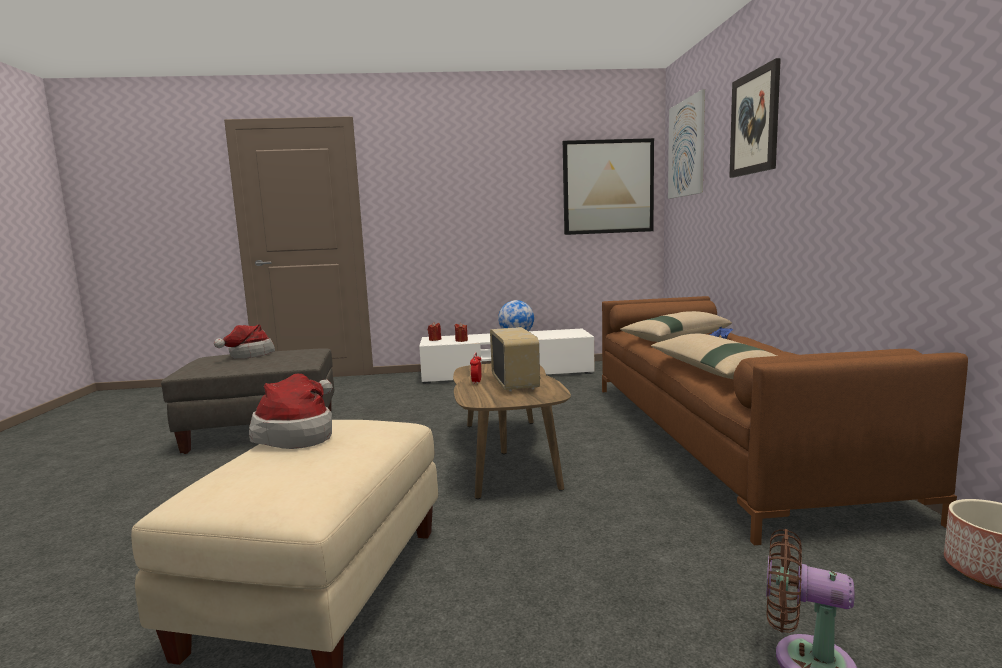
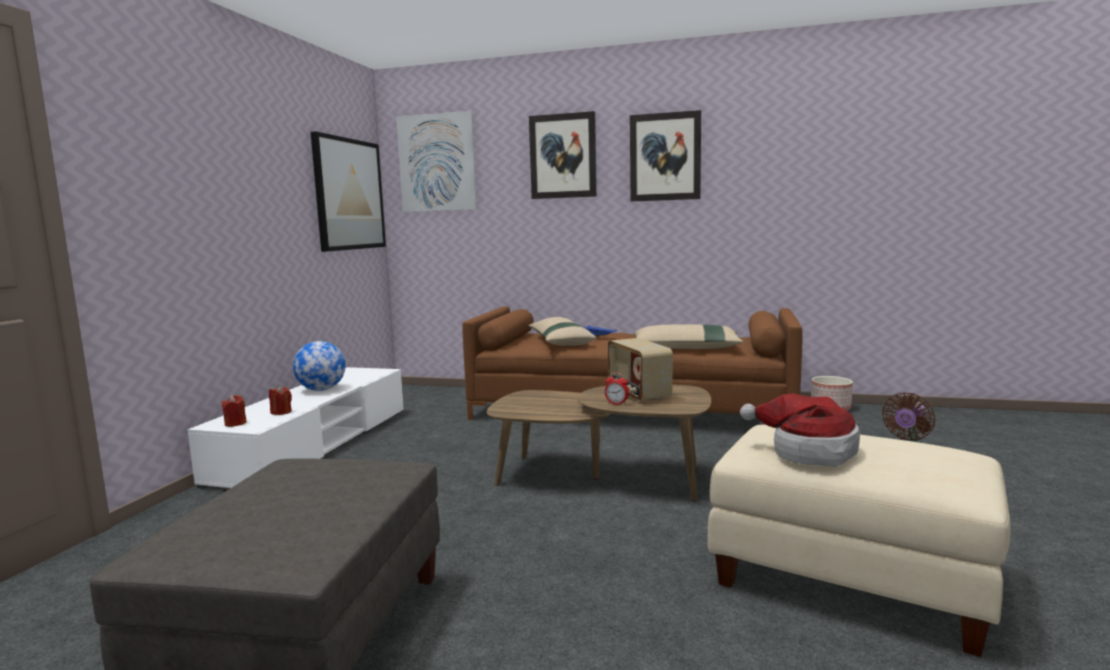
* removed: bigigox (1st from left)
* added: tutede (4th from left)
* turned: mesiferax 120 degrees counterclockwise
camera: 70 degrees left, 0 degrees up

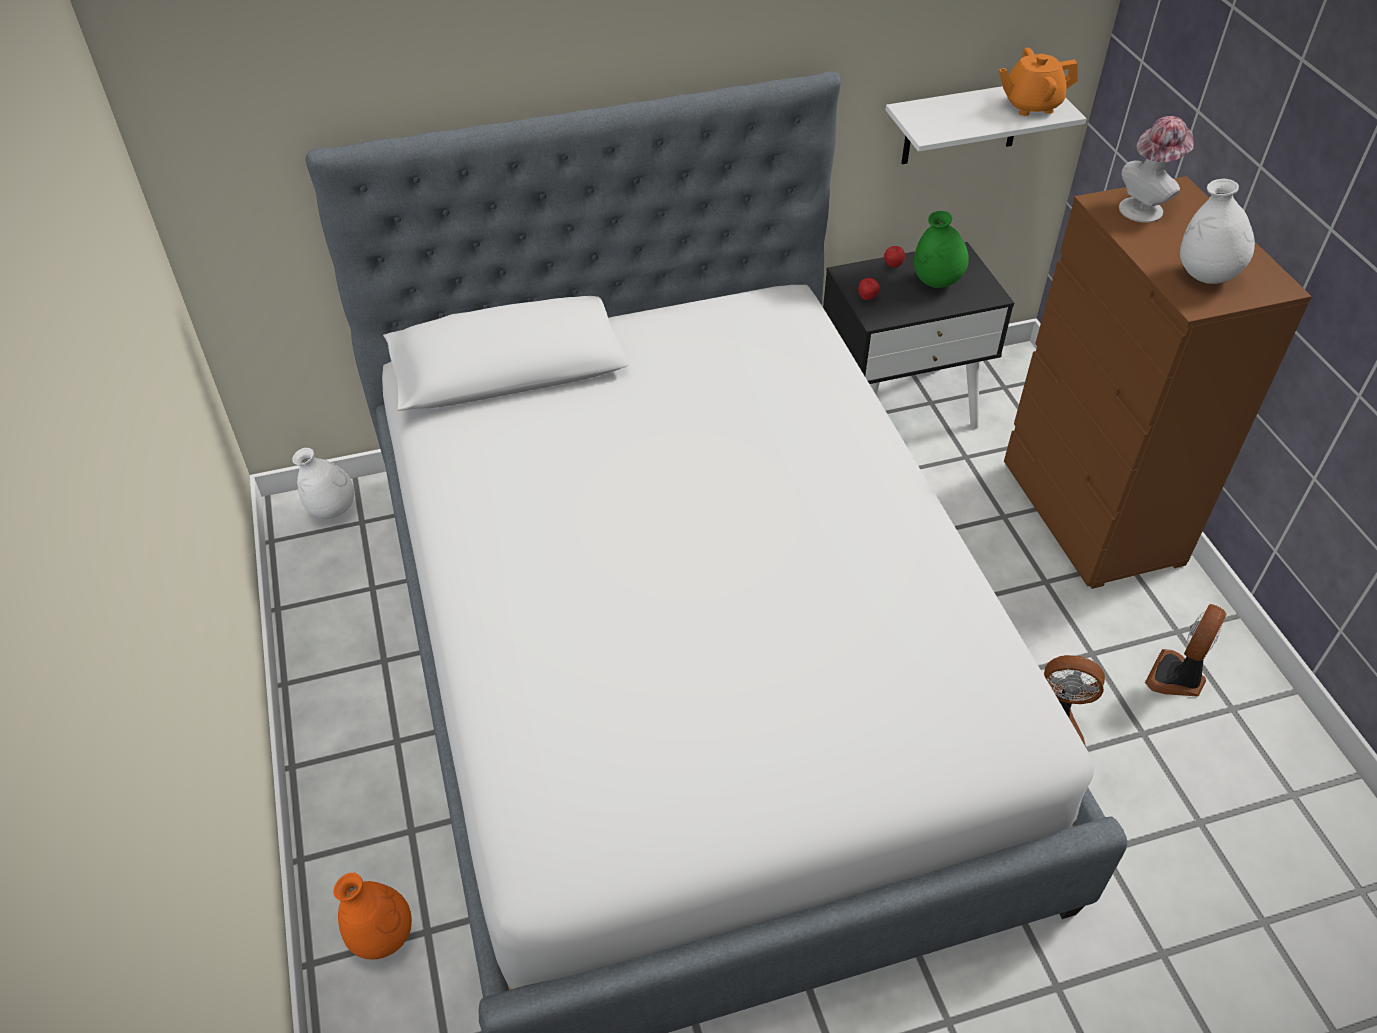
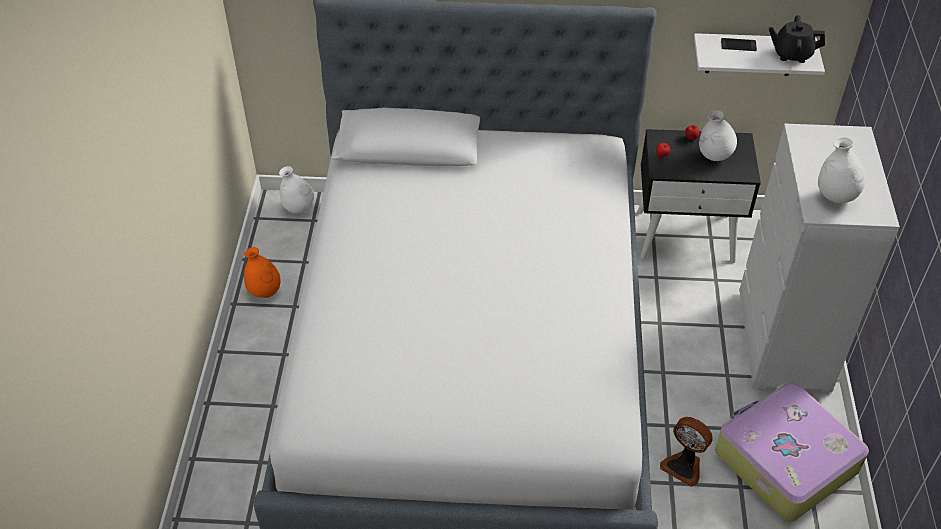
* removed: bigigox
* added: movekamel
* moved: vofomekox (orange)
* replaced: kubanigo (2nd from left) to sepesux
* recoloured: vofomekox (green) to vofomekox (white) (2nd from left)
* recoloured: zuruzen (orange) to zuruzen (black)
* recoloured: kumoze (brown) to kumoze (white)
camera: 20 degrees right, 0 degrees up

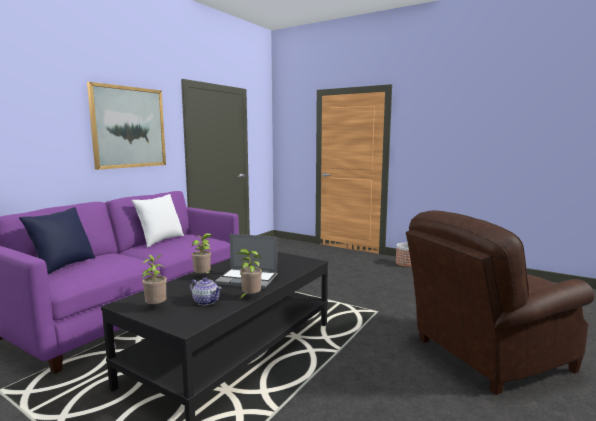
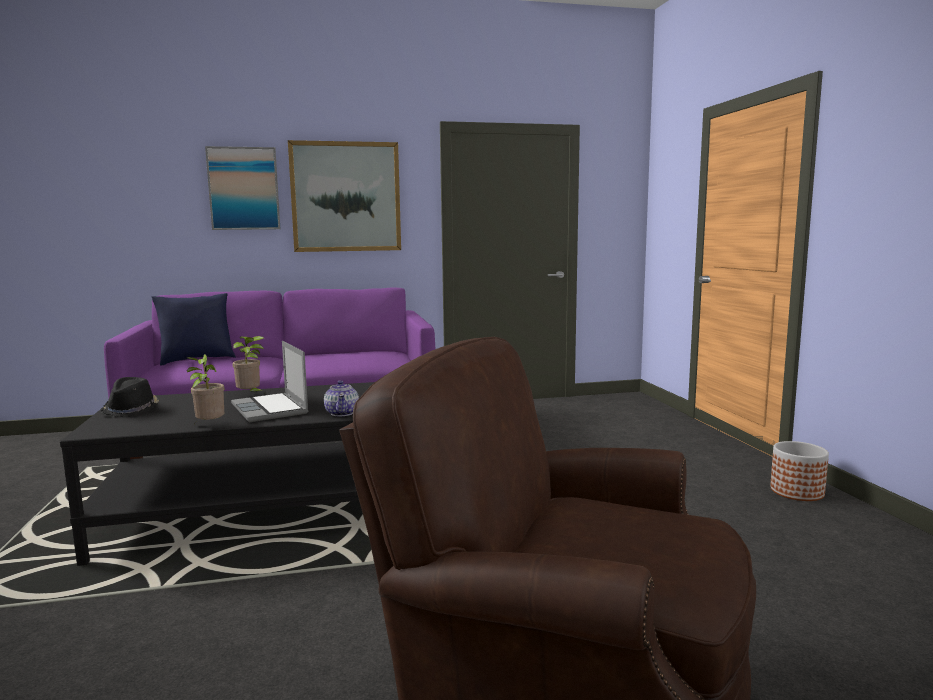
* removed: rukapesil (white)
* added: tutede (1st from left)
* moved: zuruzen
* replaced: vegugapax (1st from left) to bigigox (black)
camera: 45 degrees right, 0 degrees up

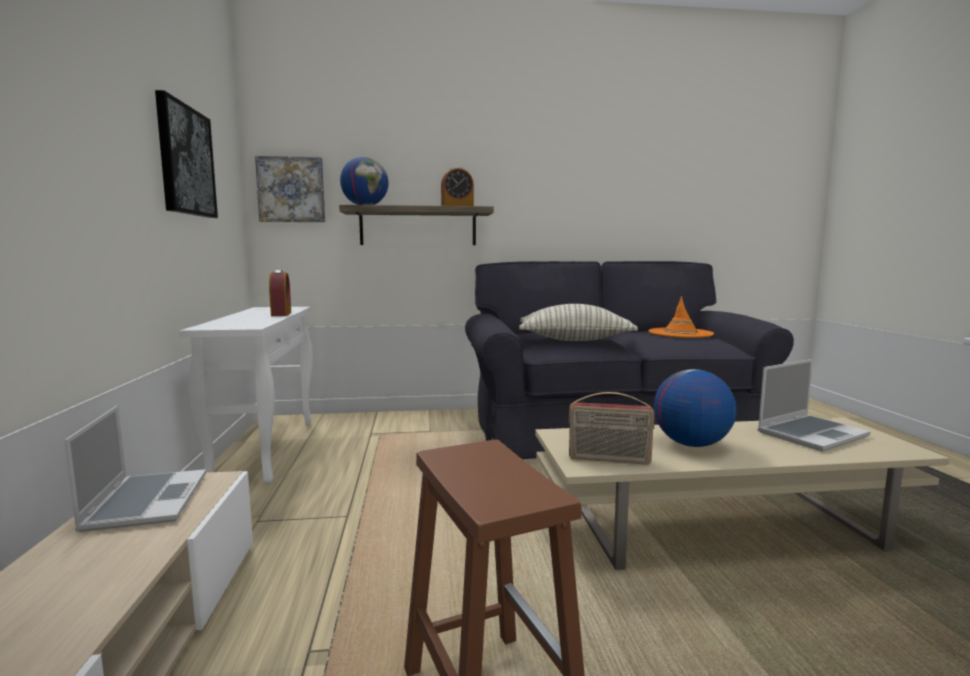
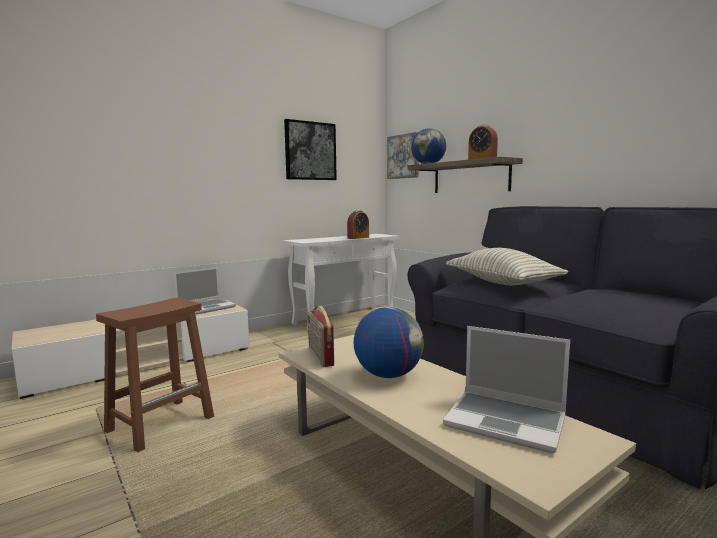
* removed: bigigox (orange)
camera: 60 degrees right, 0 degrees up

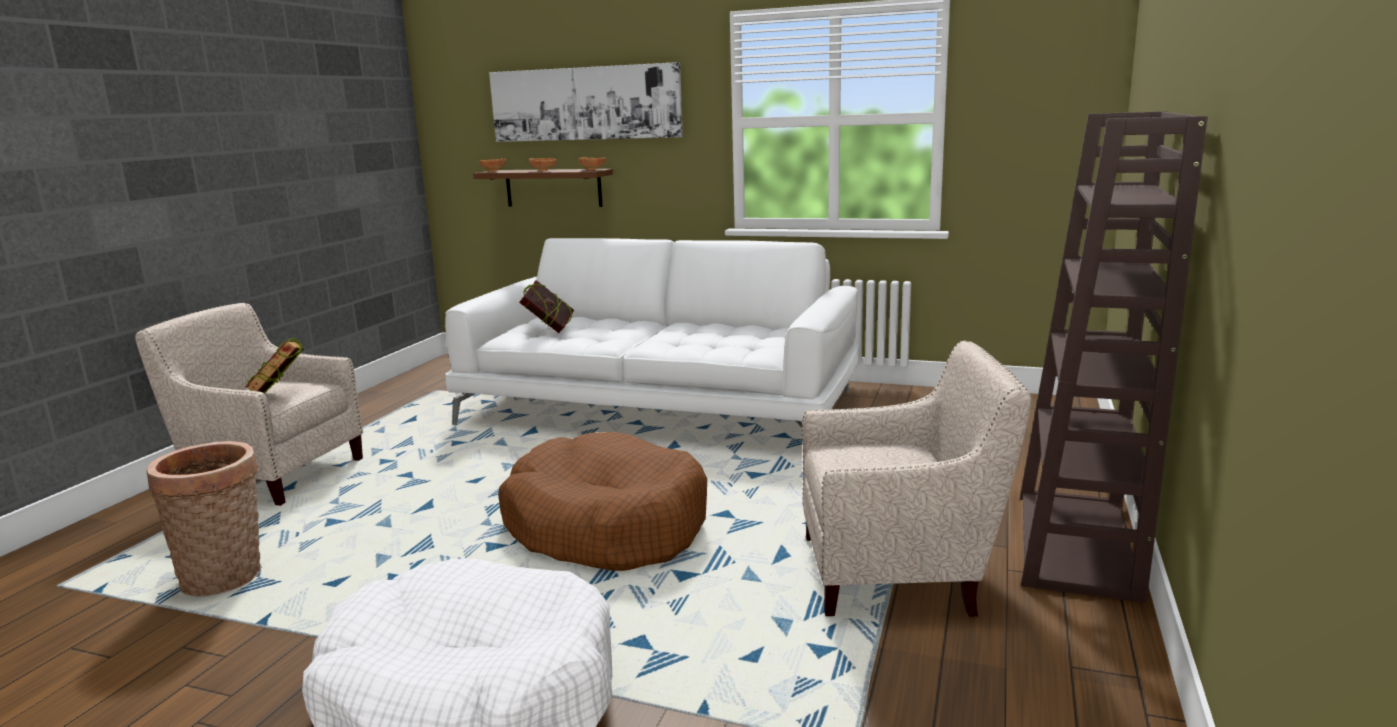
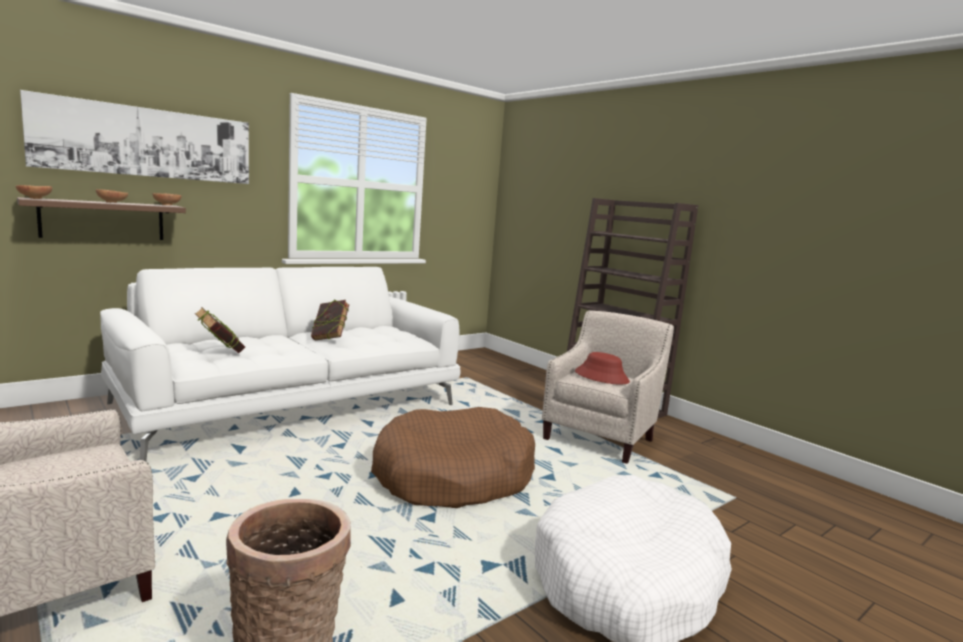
* added: bigigox (red)
* moved: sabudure (1st from left in the first image) to sabudure (2nd from left)
camera: 60 degrees left, 5 degrees down

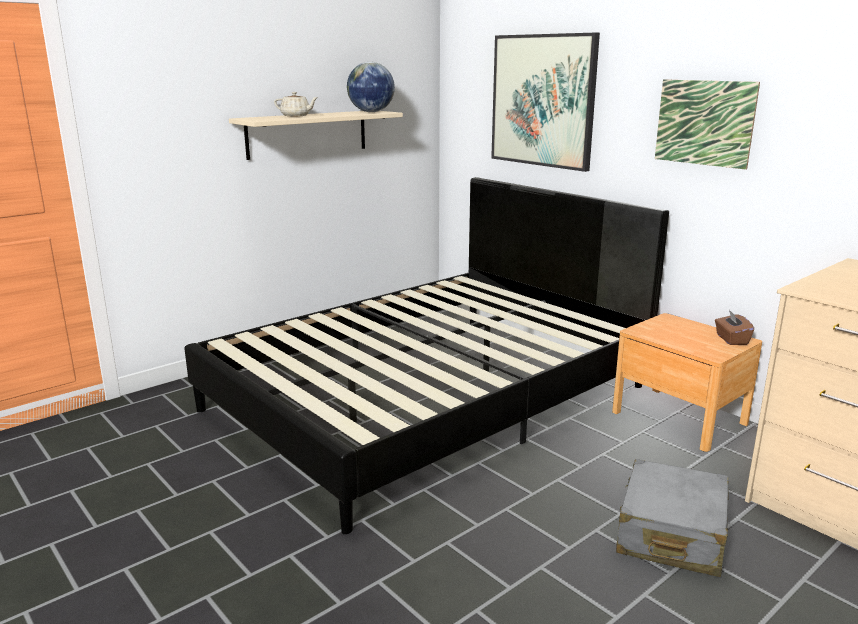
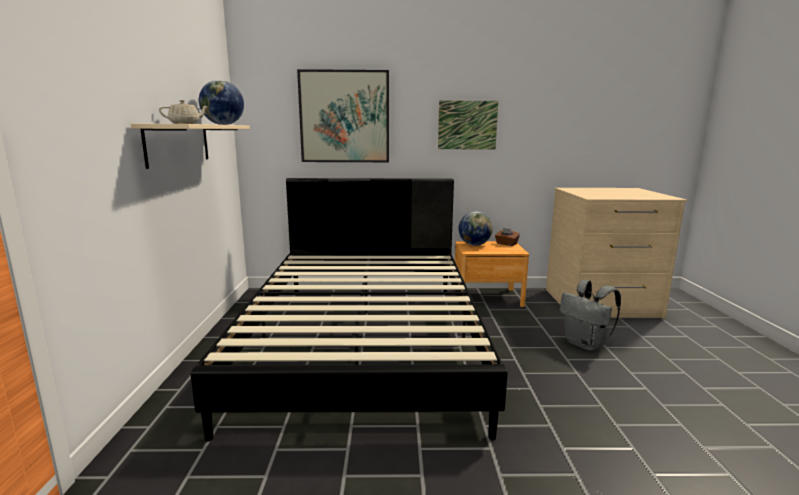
* added: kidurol (2nd from left)
* replaced: sepesux (grey) to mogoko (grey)
camera: 50 degrees left, 5 degrees down

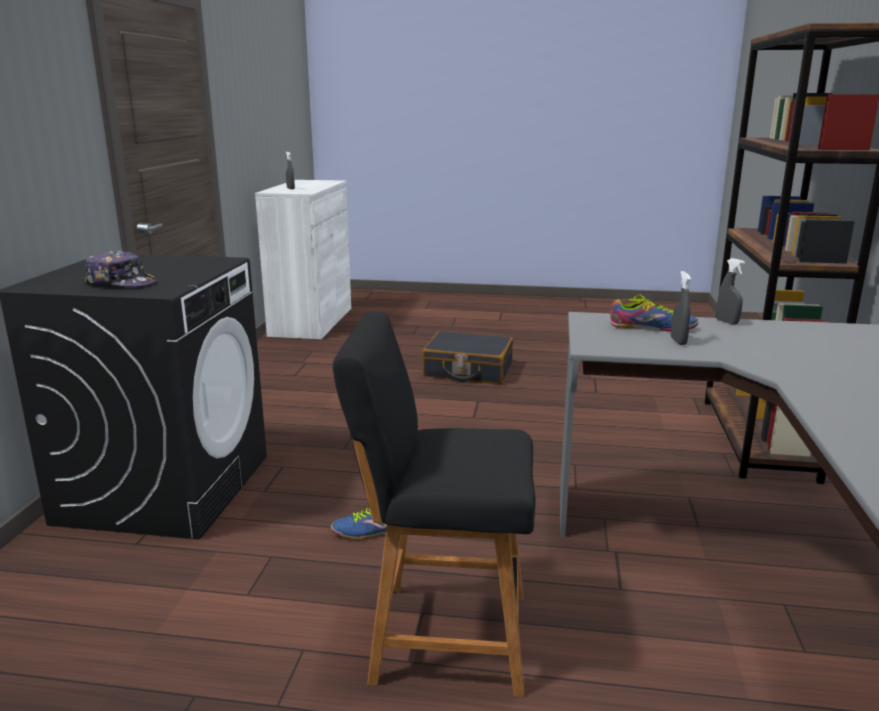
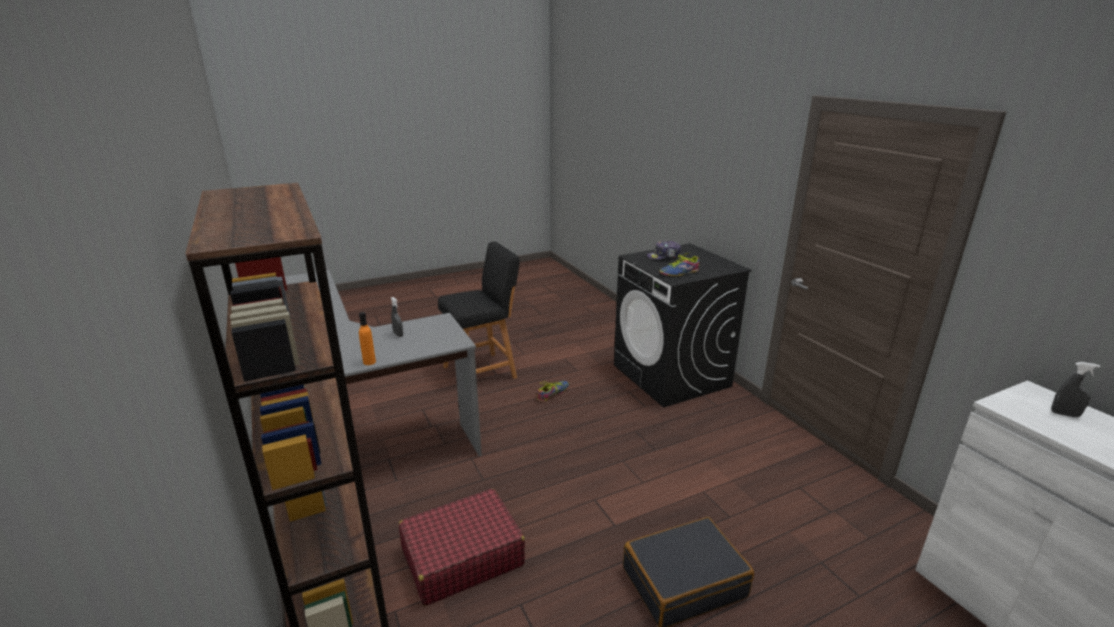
* added: sepesux (red)
* moved: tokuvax (2nd from left)
* replaced: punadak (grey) (3rd from left) to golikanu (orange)
camera: 145 degrees right, 5 degrees up

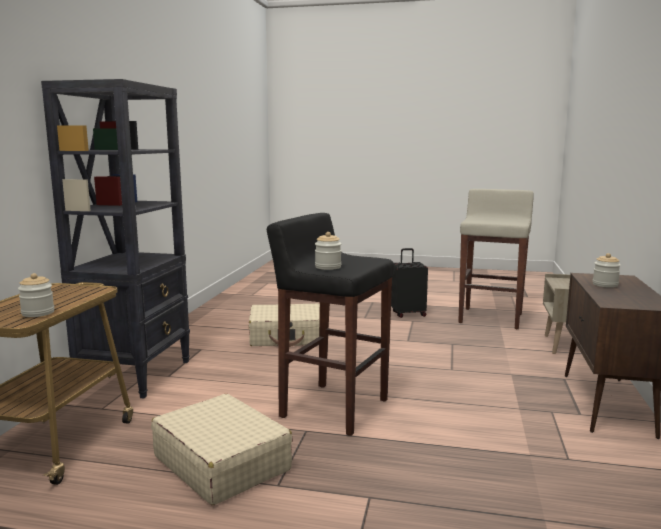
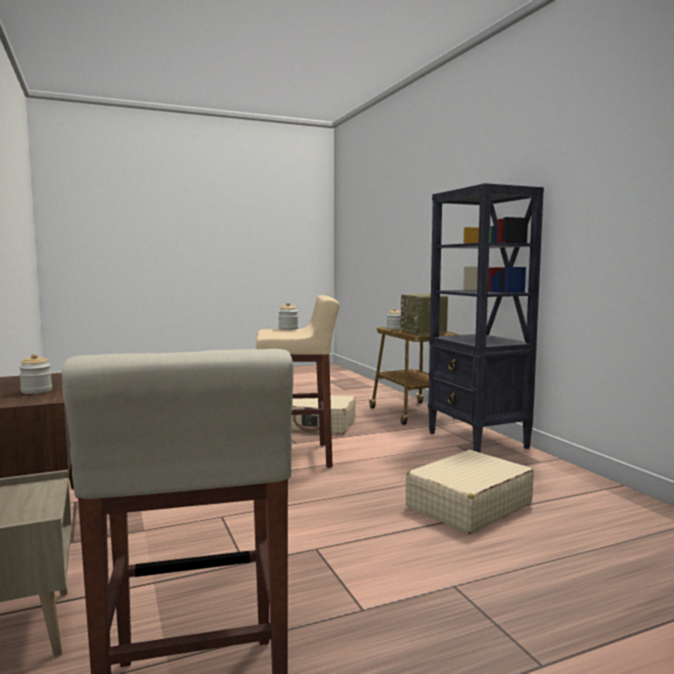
* removed: sepesux (black)
* added: mesiferax
* recoloured: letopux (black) to letopux (beige) (2nd from left)
camera: 145 degrees right, 5 degrees down

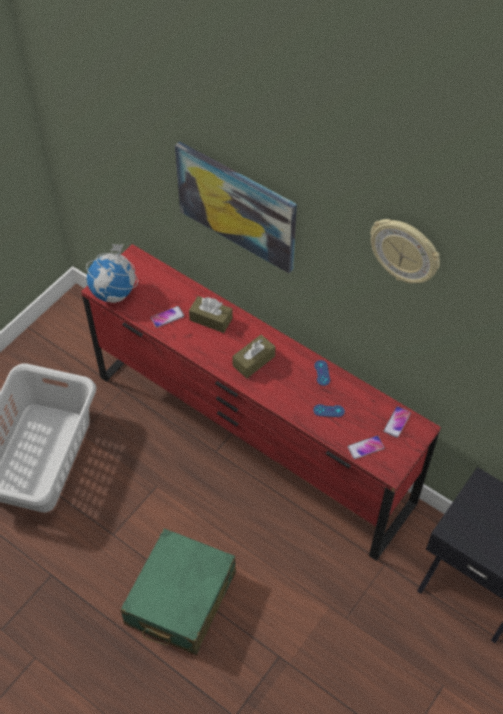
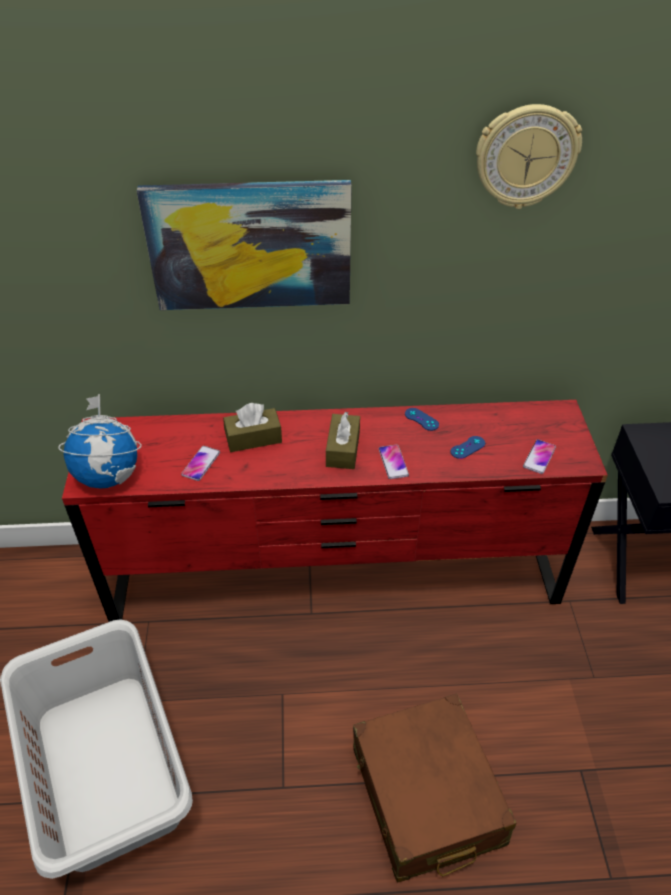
* moved: movekamel (3rd from left in the first image) to movekamel (2nd from left)
* recoloured: sepesux (green) to sepesux (brown)
camera: 40 degrees left, 10 degrees down

